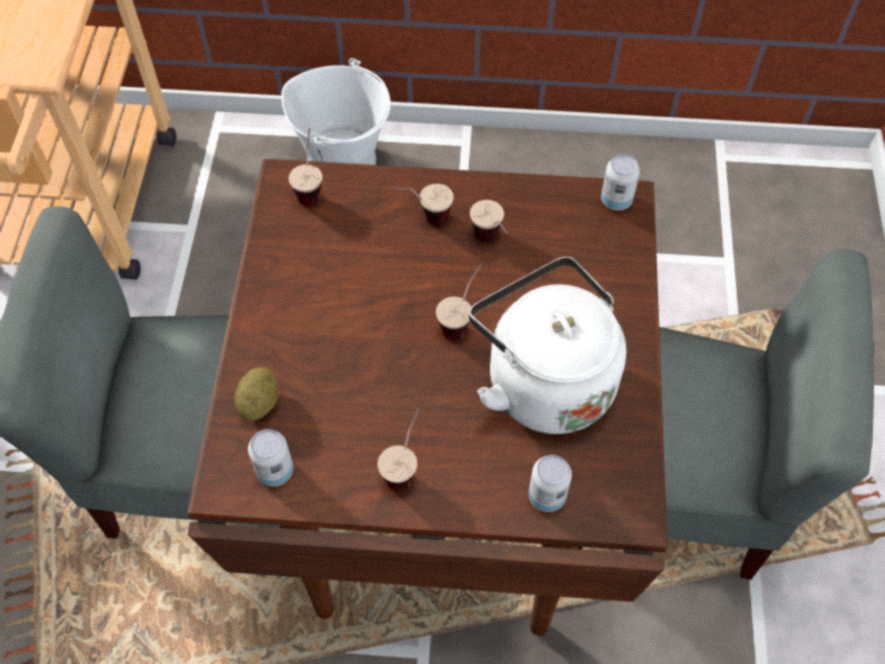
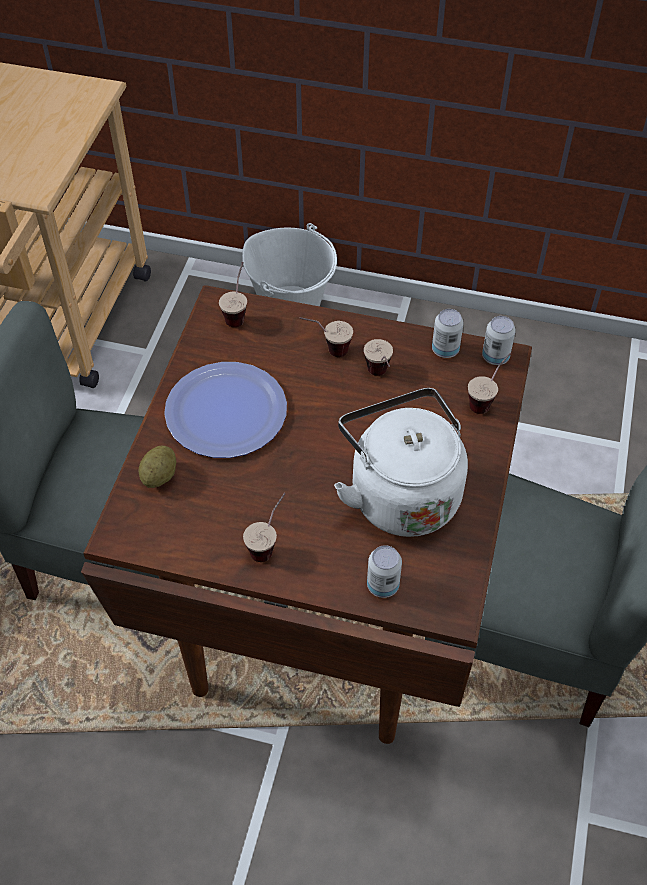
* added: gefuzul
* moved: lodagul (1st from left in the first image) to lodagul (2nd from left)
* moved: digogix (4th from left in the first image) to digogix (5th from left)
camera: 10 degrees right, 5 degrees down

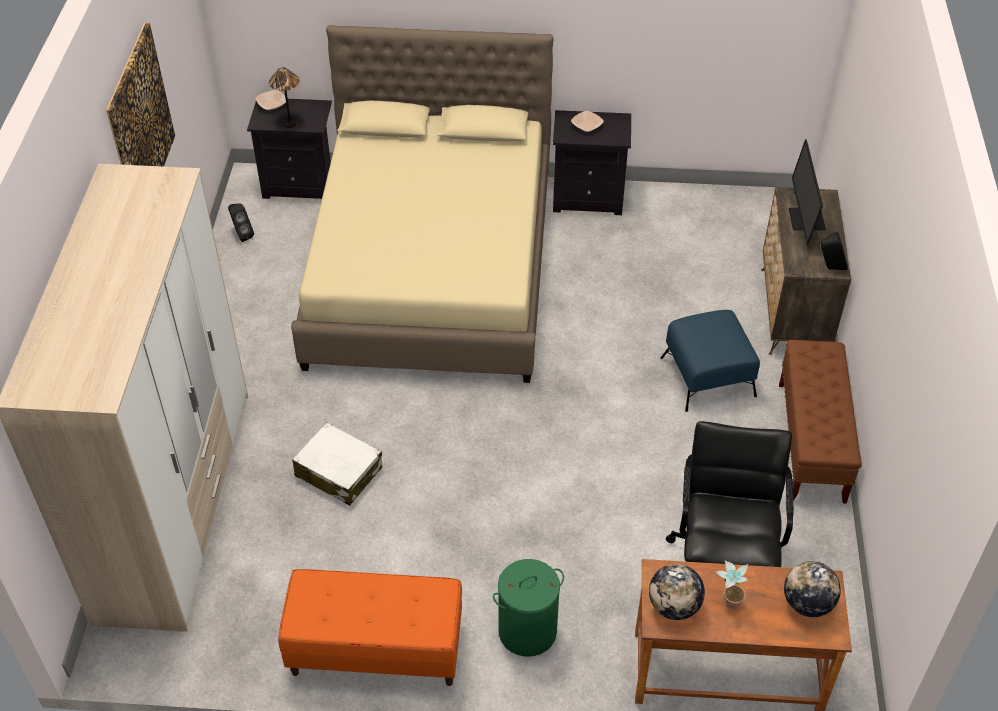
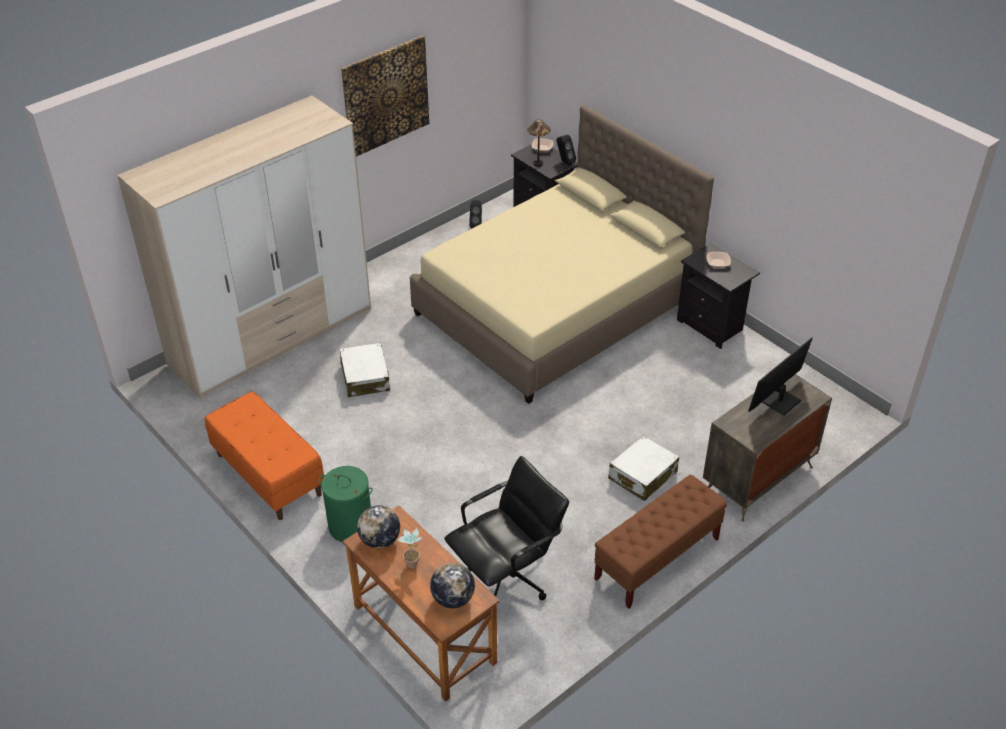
* moved: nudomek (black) (2nd from left)
* replaced: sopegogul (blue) to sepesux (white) (2nd from left)
camera: 45 degrees right, 5 degrees down

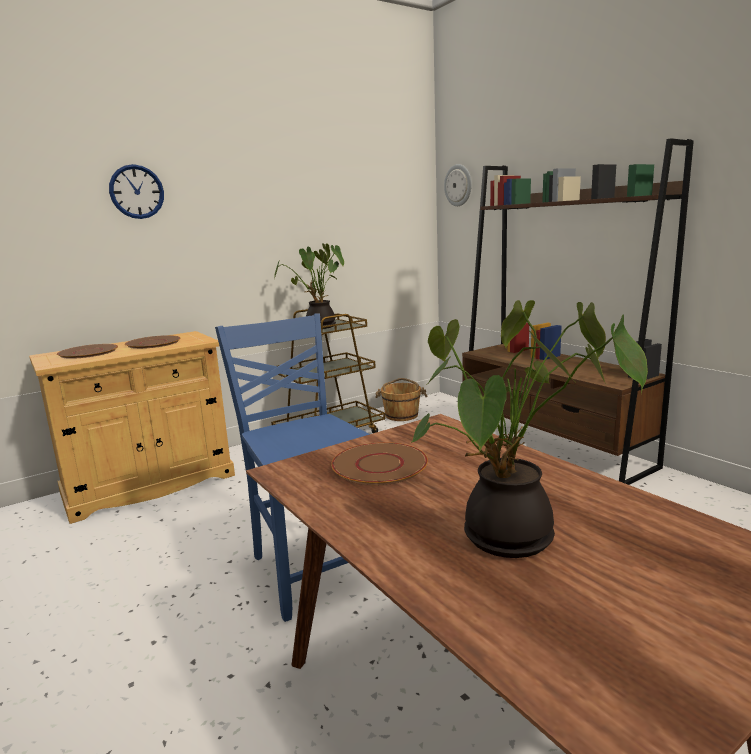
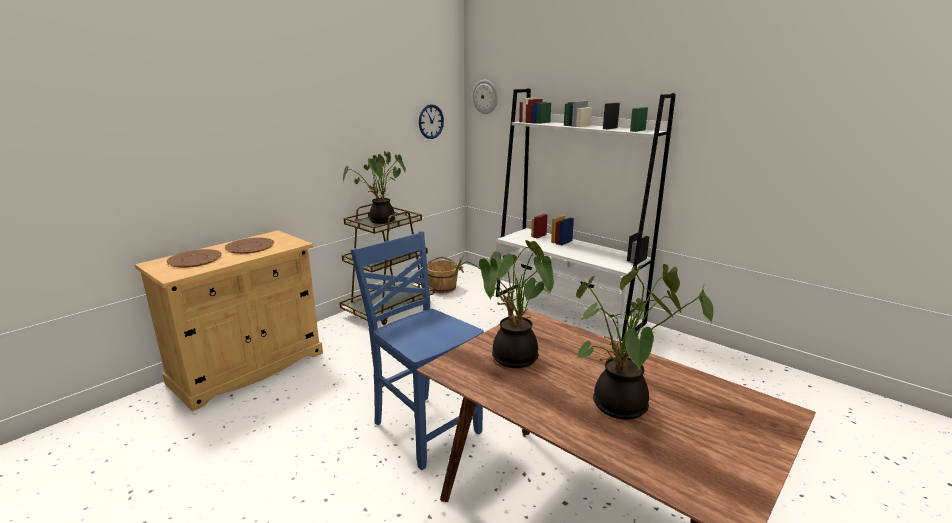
* moved: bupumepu (1st from left)
* replaced: gefuzul (brown) (3rd from left) to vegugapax (2nd from left)
* recoloured: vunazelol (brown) to vunazelol (white)
camera: 15 degrees left, 5 degrees up

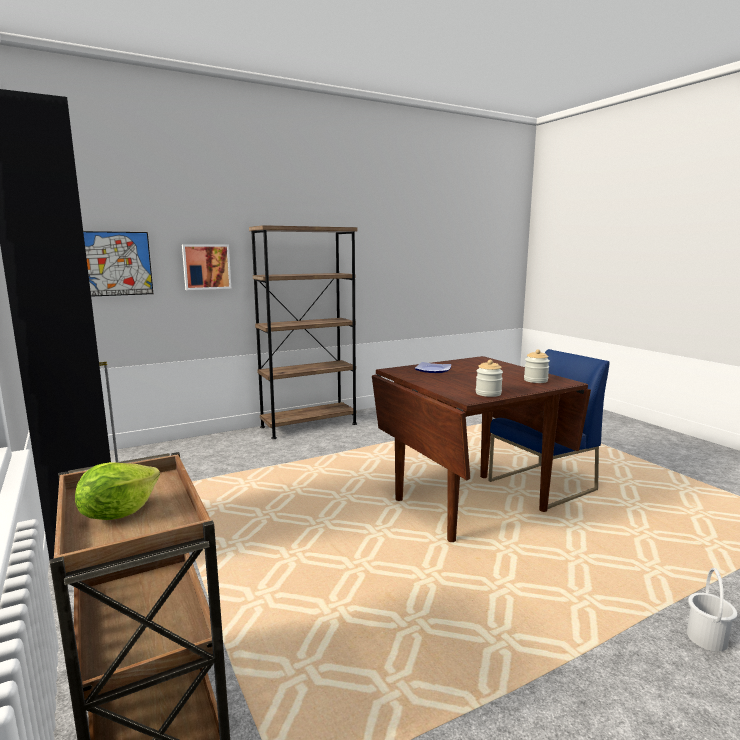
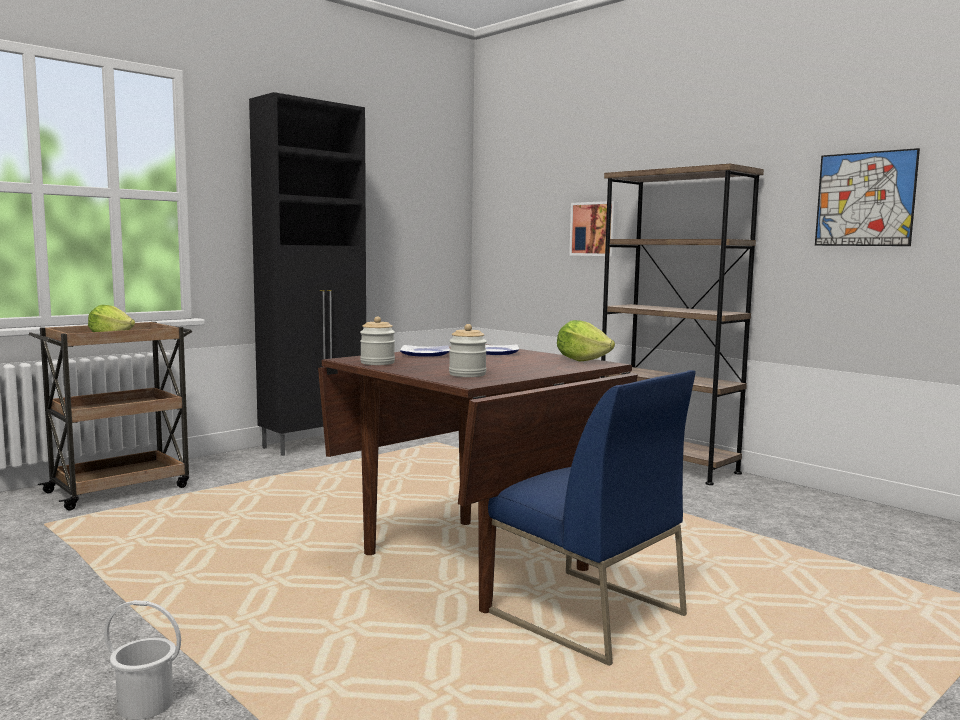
* added: gefuzul (1st from left)
* added: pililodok (2nd from left)
* moved: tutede (1st from left in the first image) to tutede (2nd from left)
camera: 75 degrees right, 5 degrees down

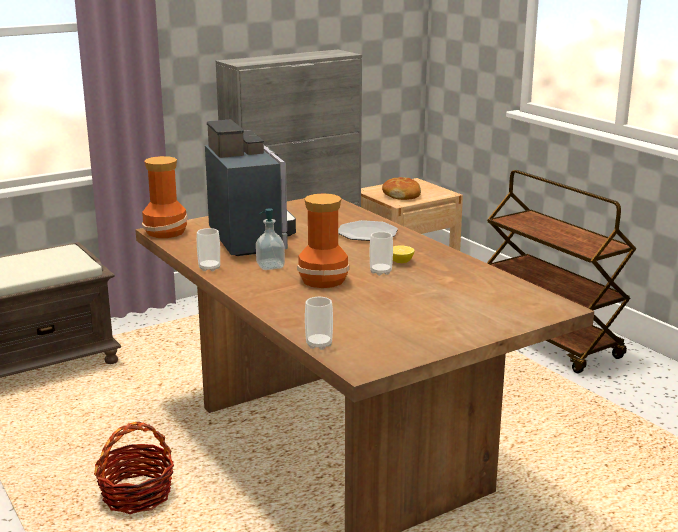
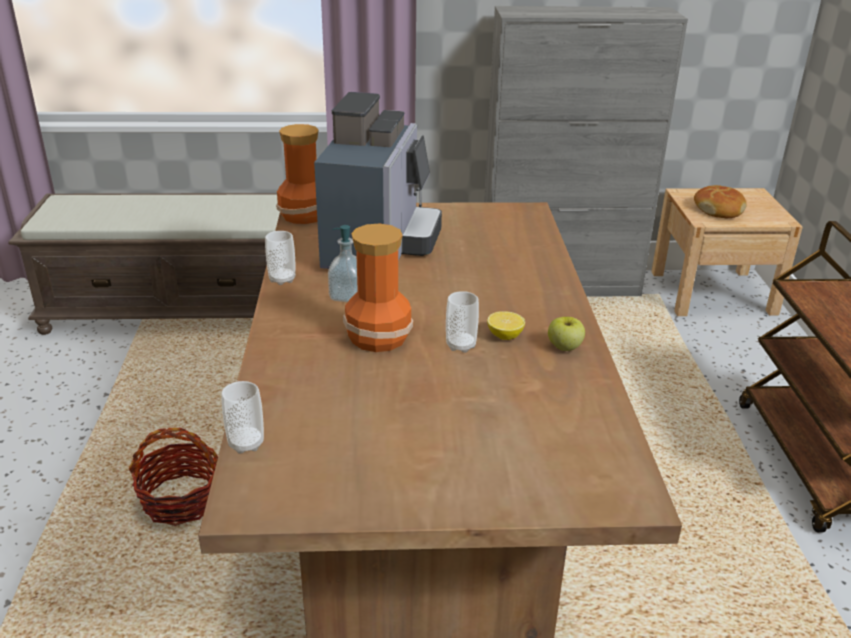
* removed: gefuzul
* added: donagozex
camera: 30 degrees right, 10 degrees up

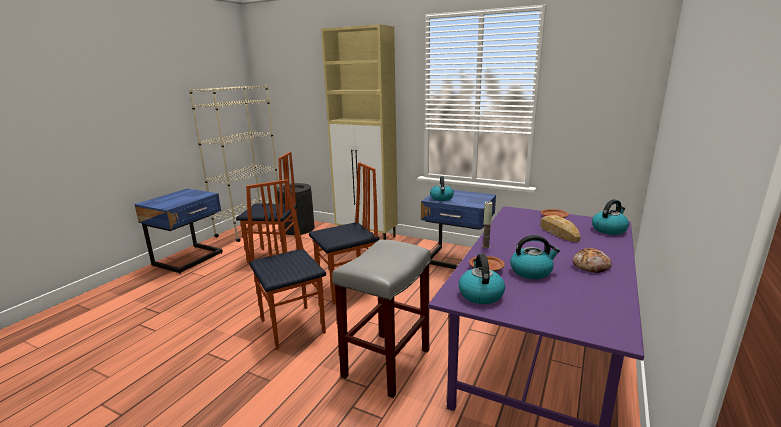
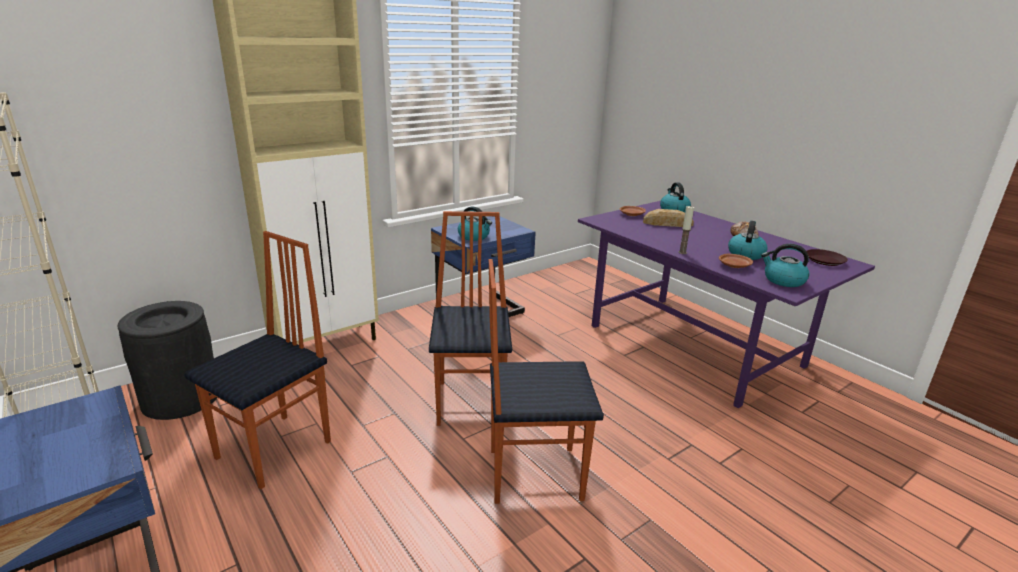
* removed: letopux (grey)
* added: gefuzul (brown) (3rd from left)
camera: 65 degrees left, 5 degrees up

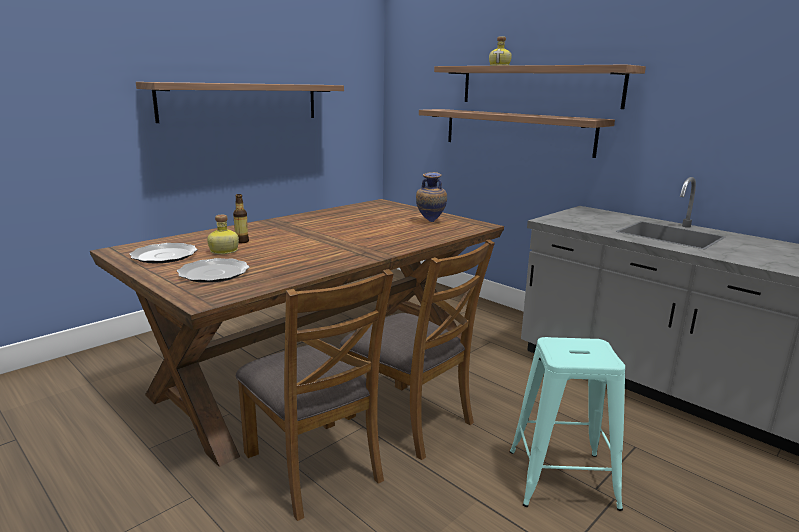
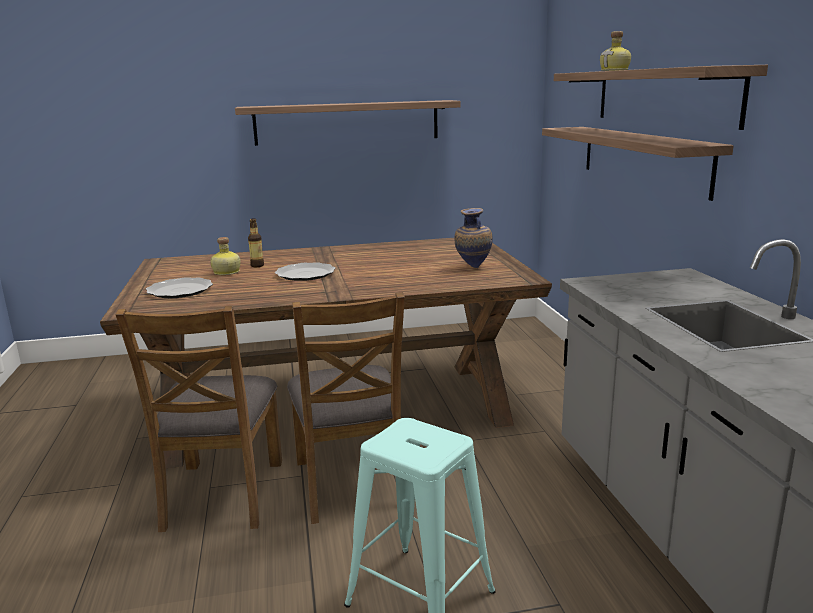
* moved: gefuzul (1st from left in the first image) to gefuzul (2nd from left)
camera: 35 degrees right, 0 degrees up

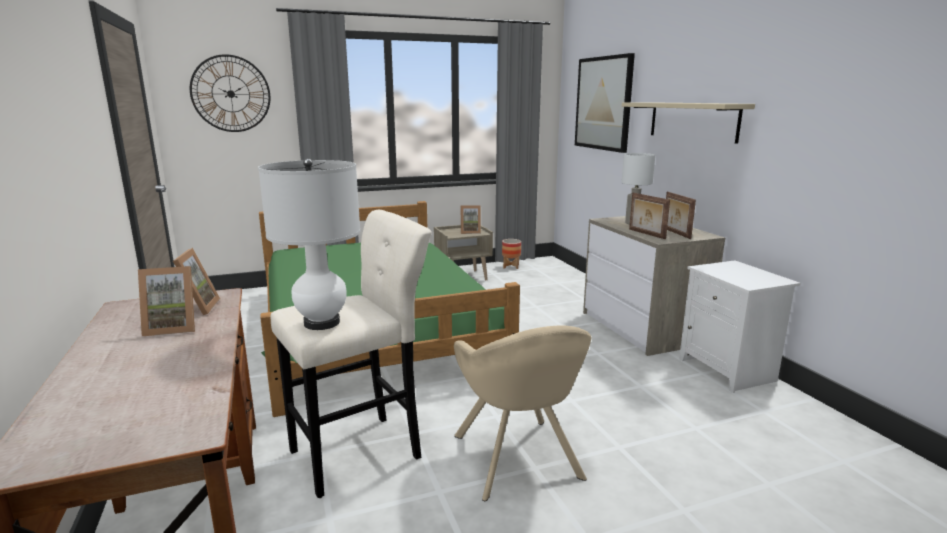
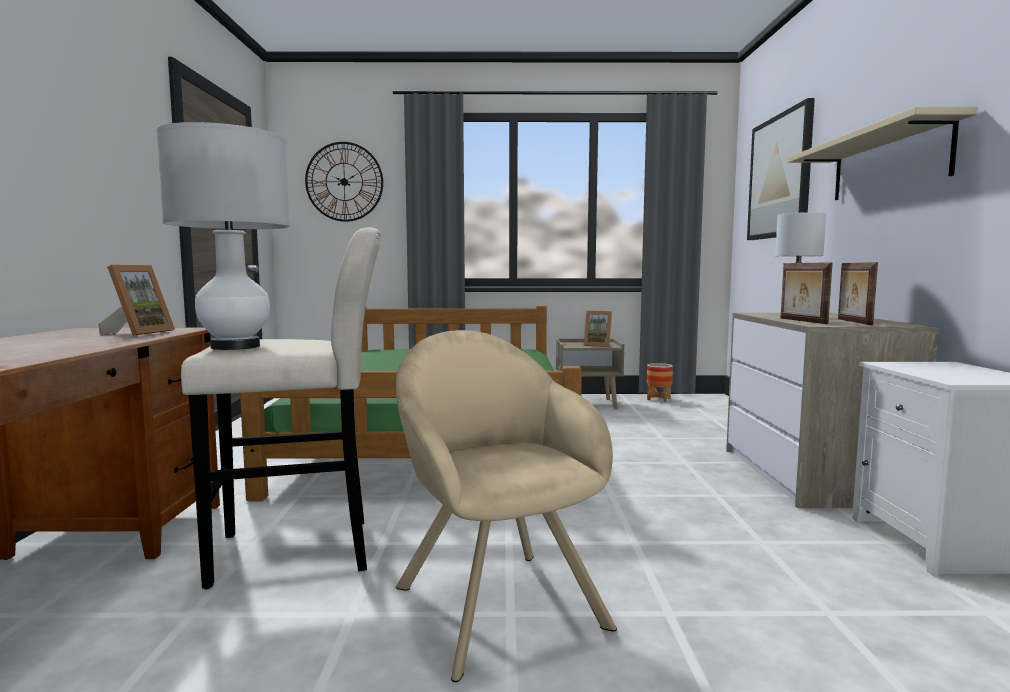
* removed: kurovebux (1st from left)
* turned: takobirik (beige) 150 degrees clockwise
camera: 20 degrees right, 10 degrees down

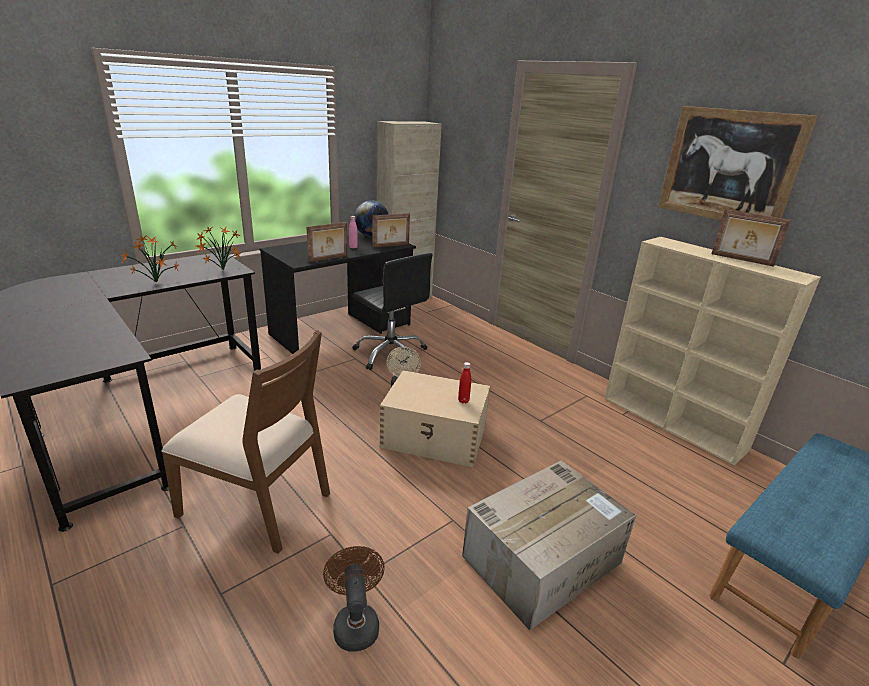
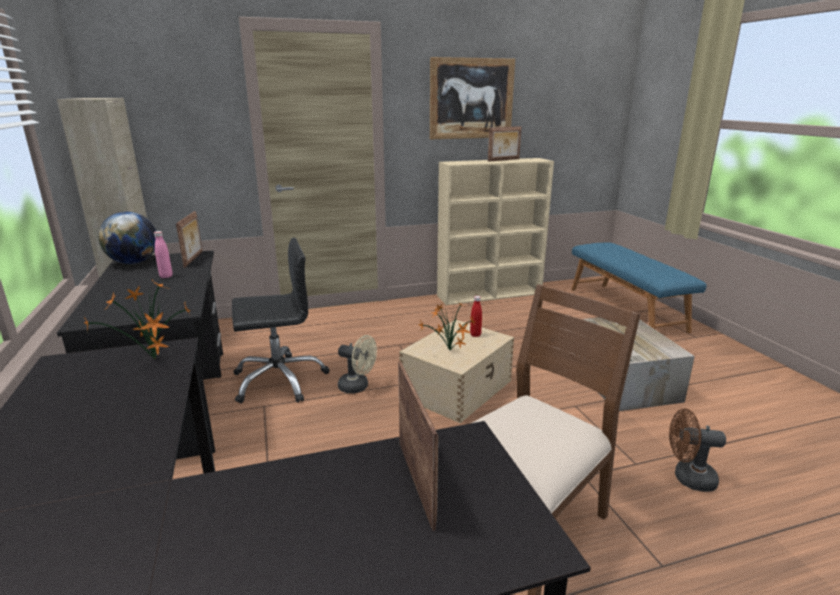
* moved: vegugapax (1st from left in the first image) to vegugapax (2nd from left)
* moved: kurovebux (1st from left in the first image) to kurovebux (2nd from left)
camera: 65 degrees left, 5 degrees down

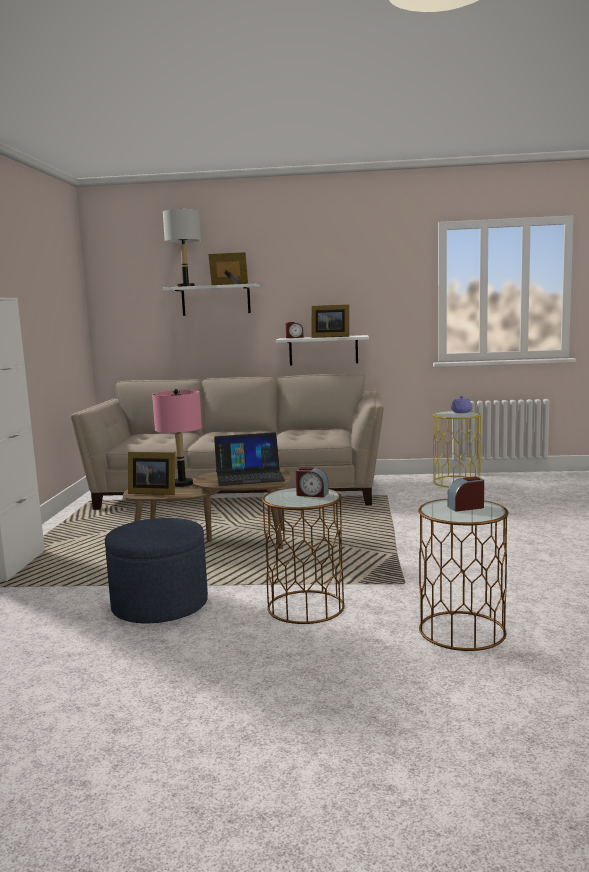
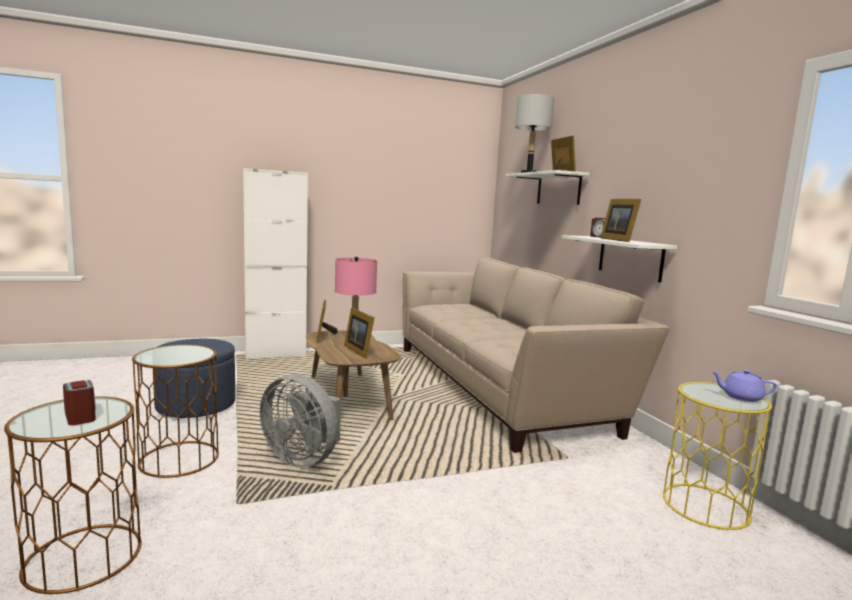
* removed: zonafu (2nd from left)
* added: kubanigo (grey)
* replaced: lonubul to kurovebux (2nd from left)
camera: 65 degrees right, 0 degrees up

